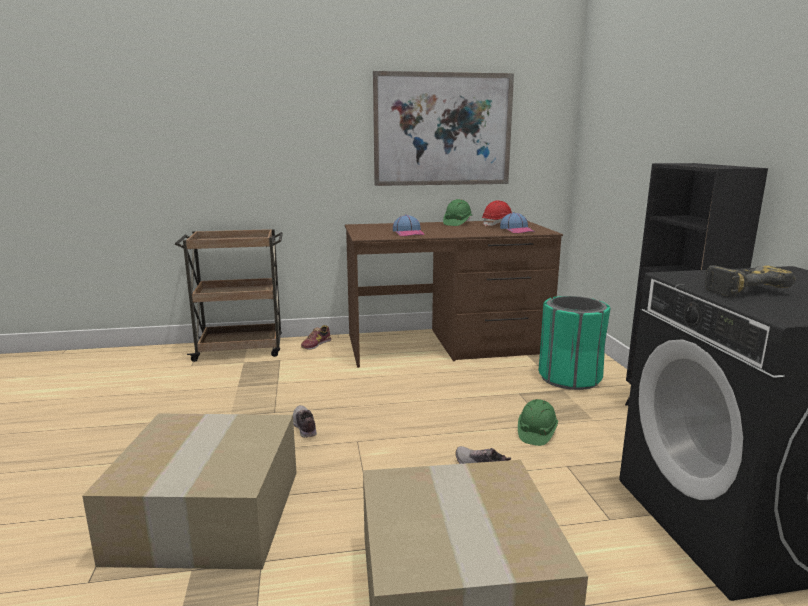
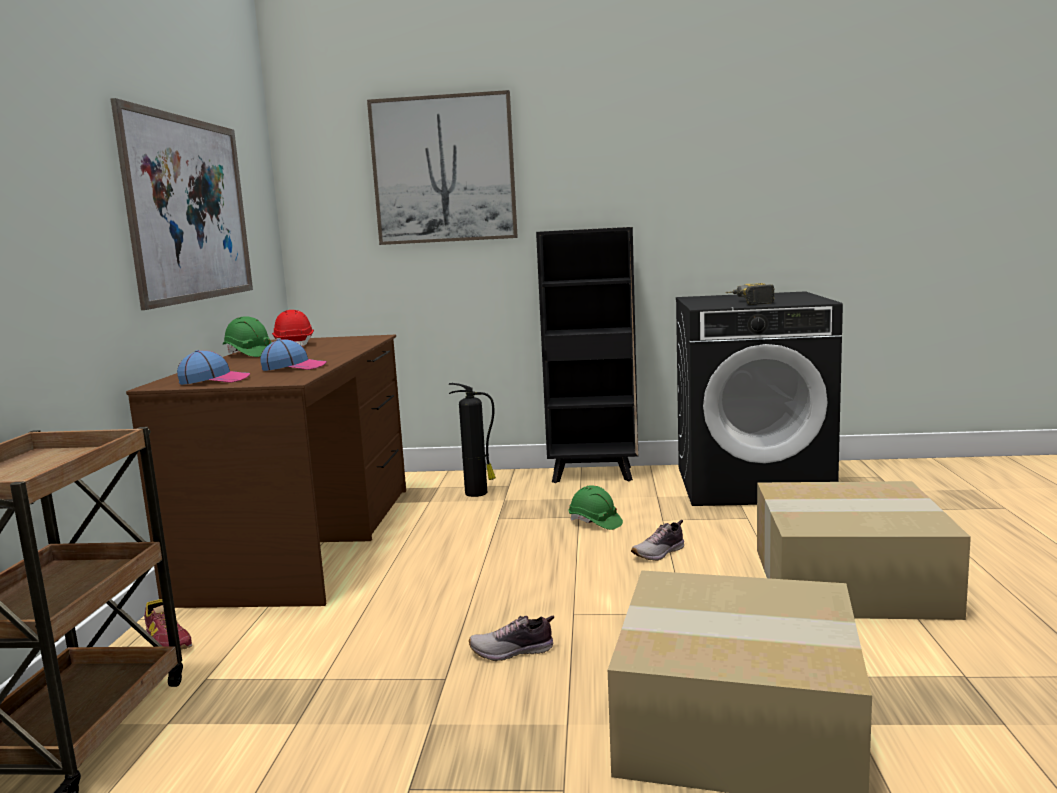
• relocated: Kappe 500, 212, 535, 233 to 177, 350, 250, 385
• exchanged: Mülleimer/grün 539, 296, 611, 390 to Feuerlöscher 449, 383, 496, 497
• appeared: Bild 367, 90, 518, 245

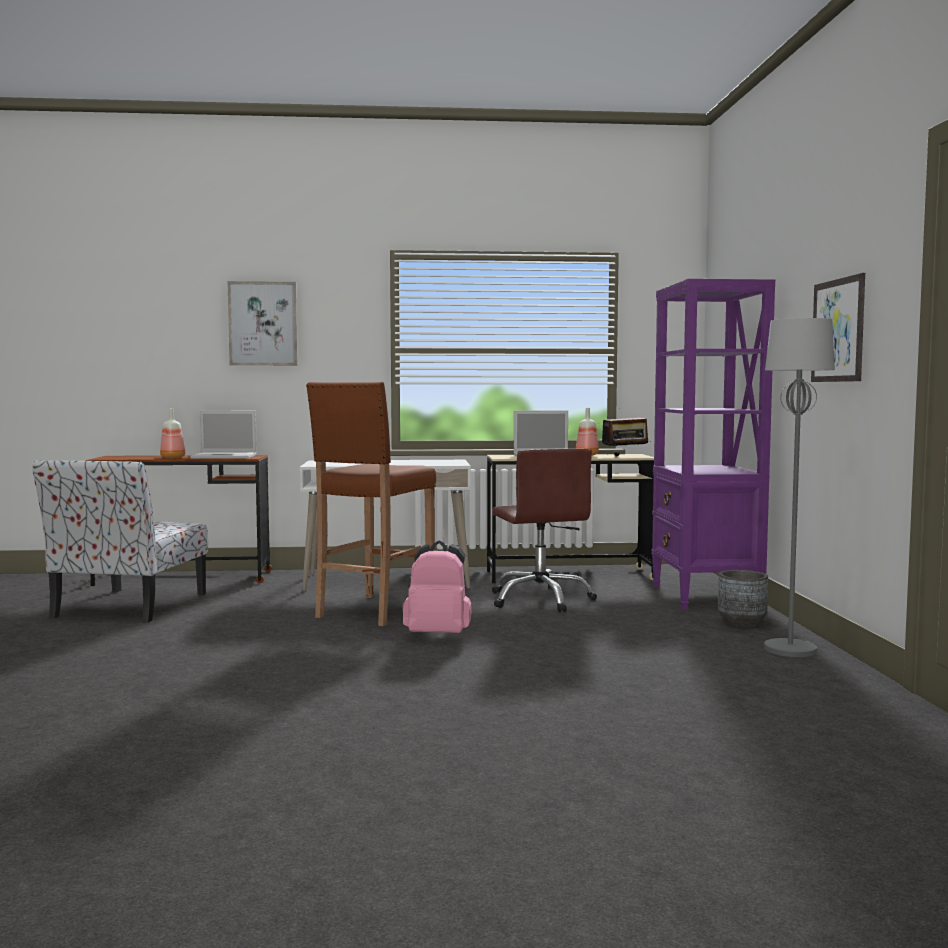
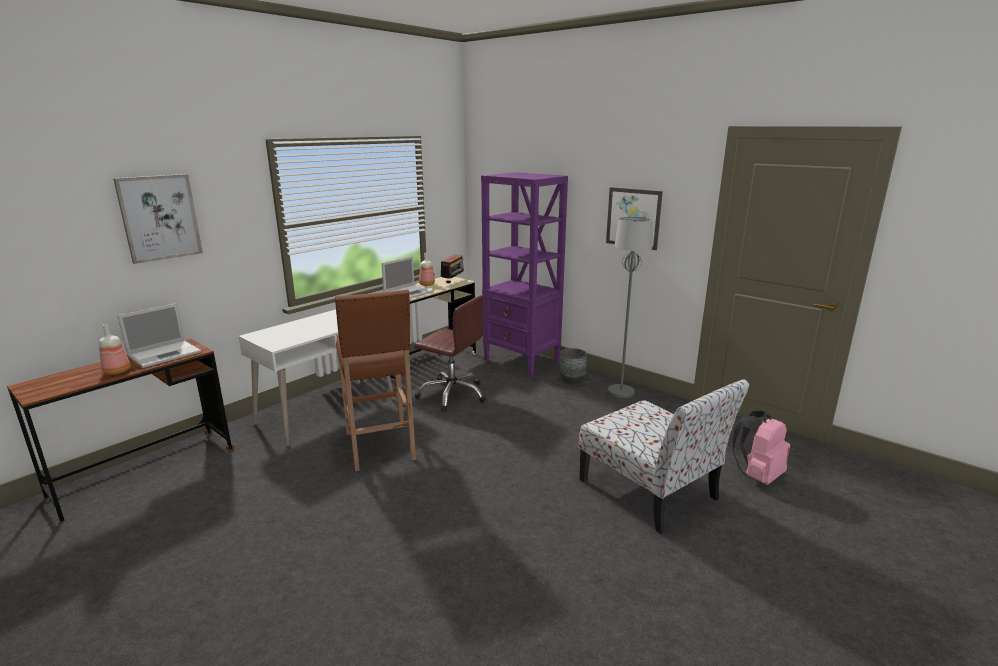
• relocated: Stuhl 32, 461, 208, 622 to 579, 379, 749, 535
• relocated: Rucksack/rosa 403, 541, 471, 633 to 732, 410, 790, 485

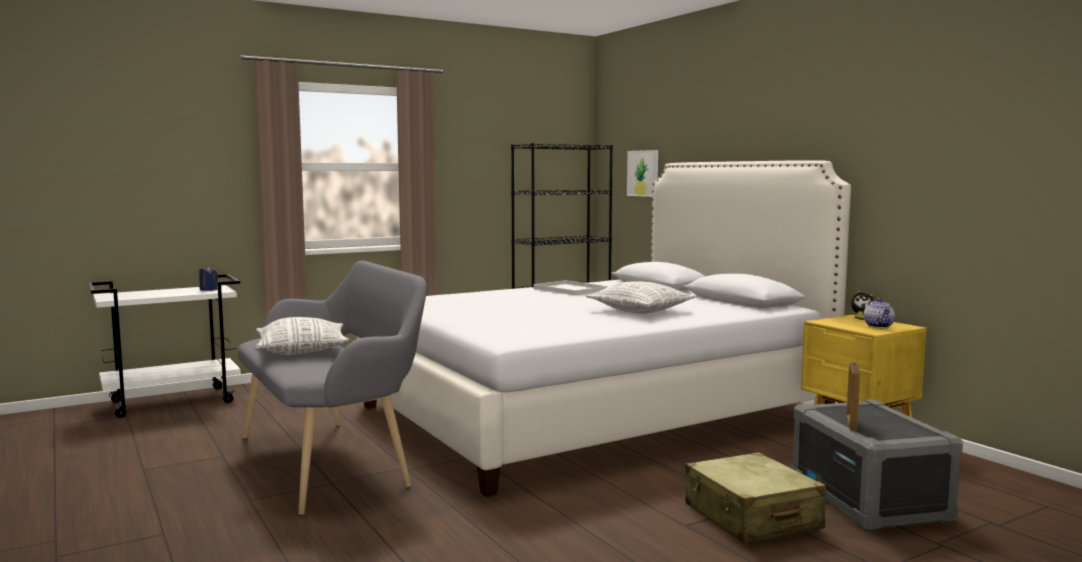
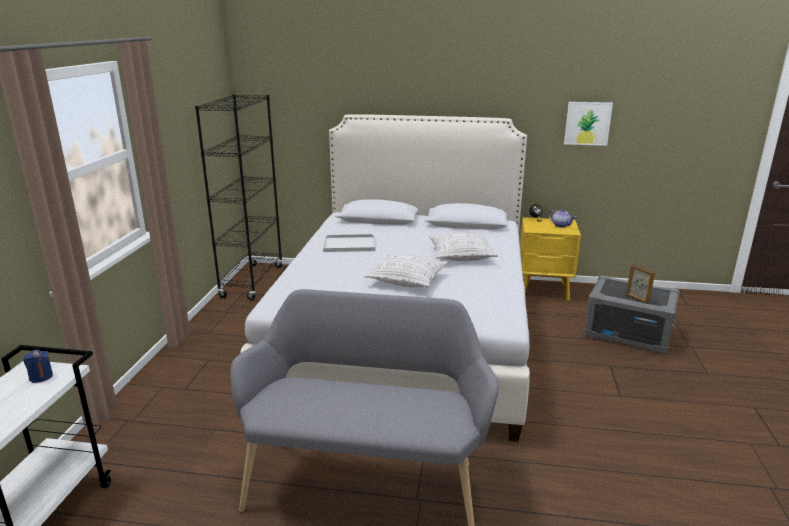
• relocated: Kissen 255, 317, 349, 355 to 364, 253, 448, 288
• relocated: Bild 627, 150, 658, 197 to 564, 102, 613, 146
• missing: Koffer/beige 685, 452, 826, 543

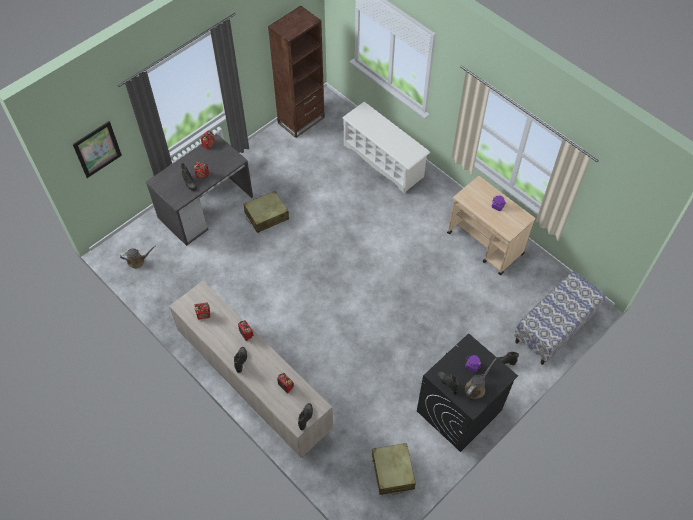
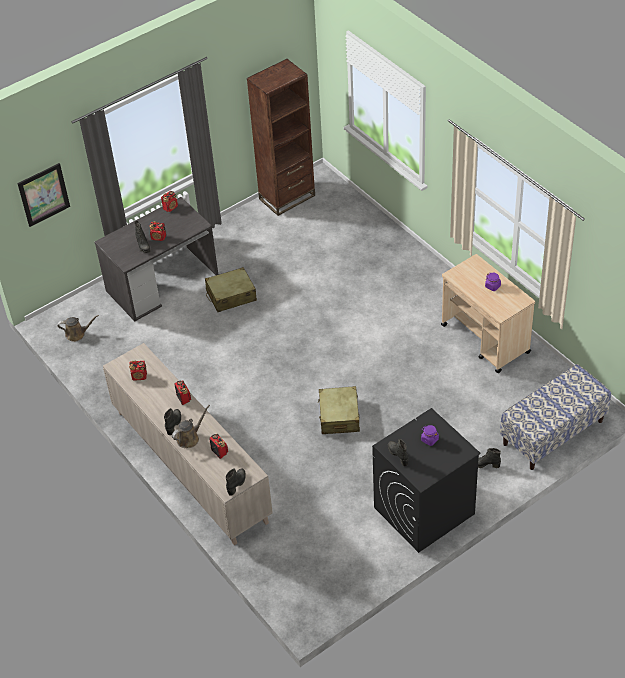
• missing: Schuhregal/weiß 342, 102, 430, 194
• relocated: Koffer/beige 372, 443, 416, 495 to 318, 386, 360, 434
• relocated: Gießkanne/braun 465, 358, 496, 399 to 172, 405, 210, 448

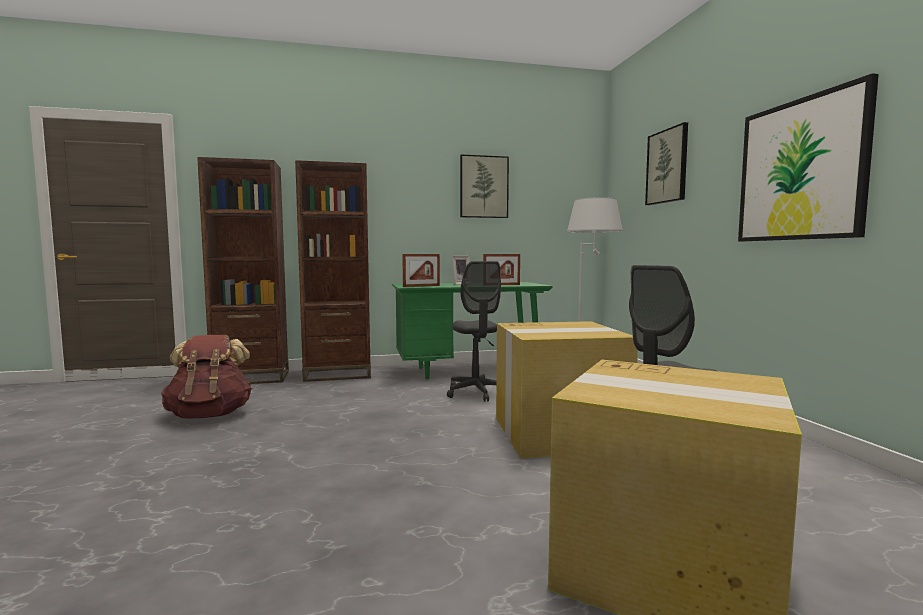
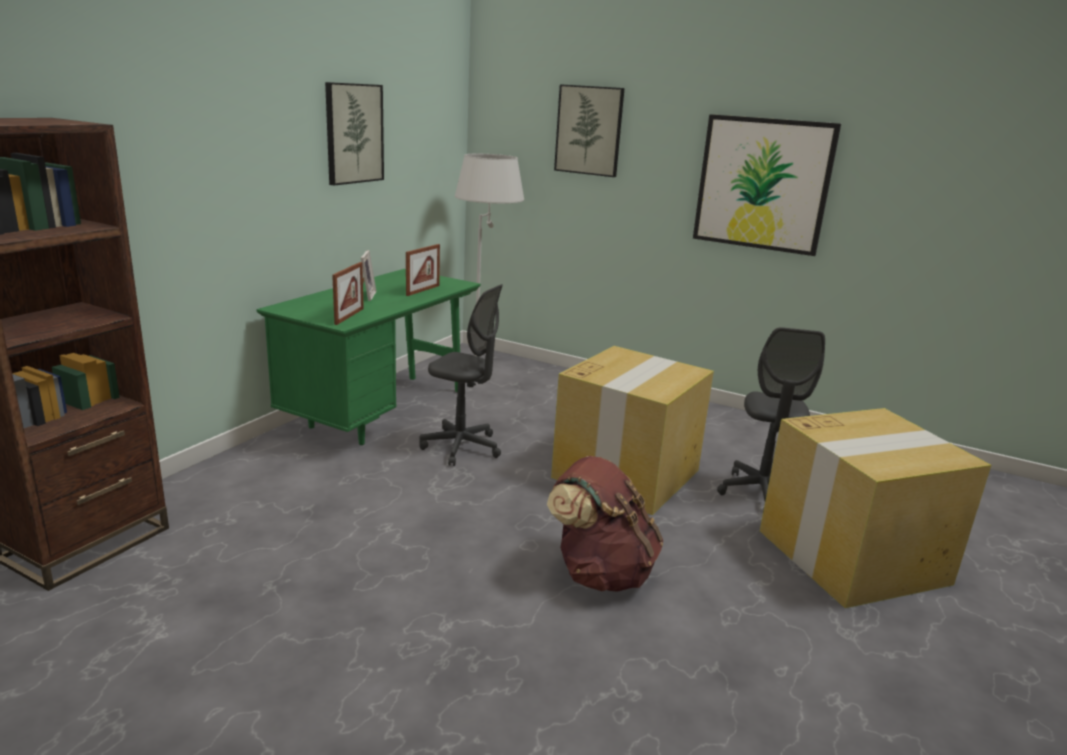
• relocated: Rucksack/braun 161, 335, 253, 419 to 547, 456, 663, 592
• missing: Bücherregal/braun 295, 160, 371, 382

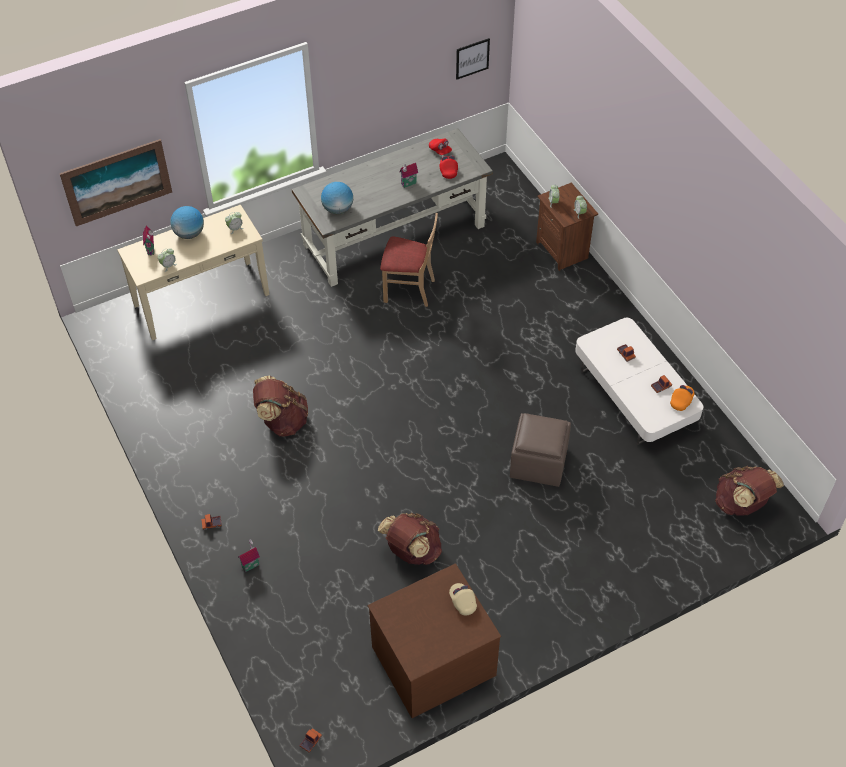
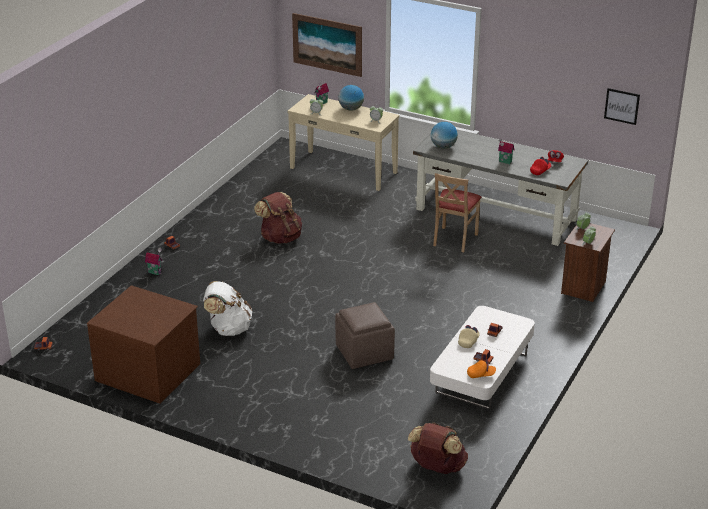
• colour: Rucksack/braun 378, 513, 442, 565 to Rucksack/weiß 203, 281, 252, 336
• spun: Stuhl/beige 380, 213, 438, 307 = 433, 173, 481, 252 45 degrees clockwise
• relocated: Kappe/beige 449, 583, 477, 616 to 458, 325, 480, 348

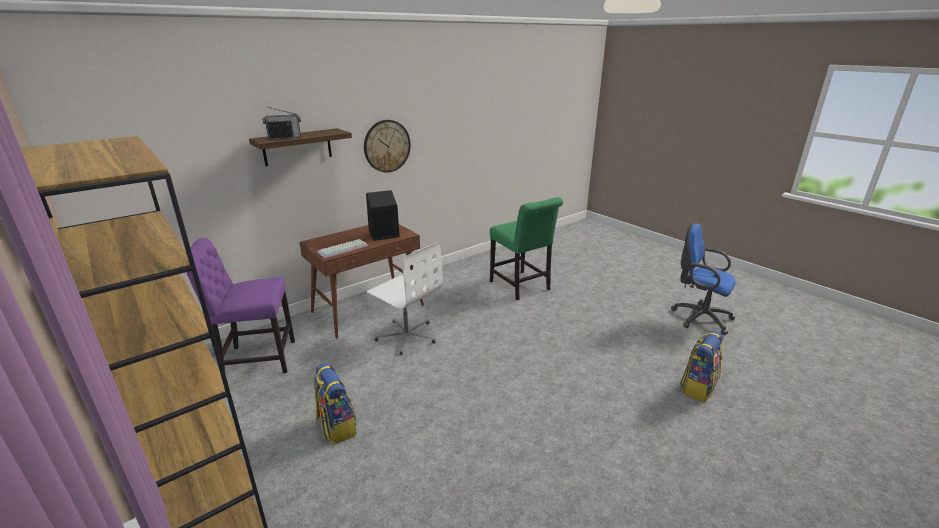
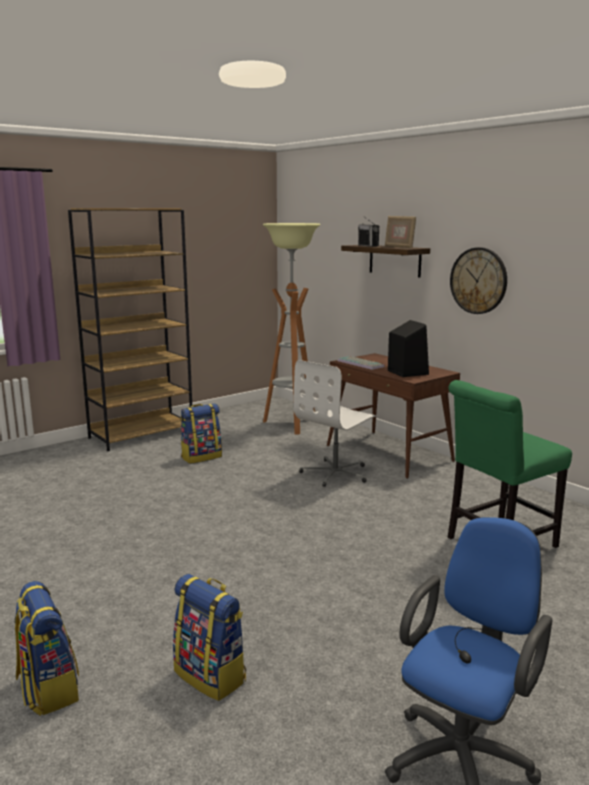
• exchanged: Stuhl/lila 186, 238, 295, 373 to Stehlampe 263, 223, 320, 435
• appeared: Rucksack 15, 581, 79, 716
• appeared: Bilderrahmen 385, 216, 416, 248

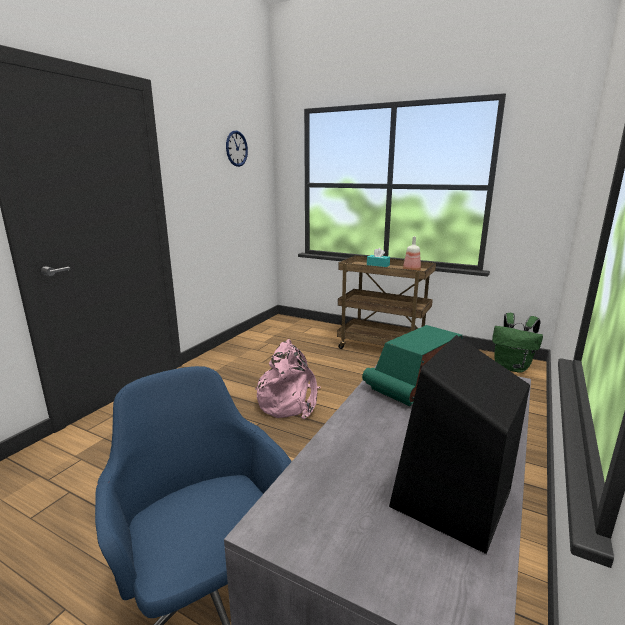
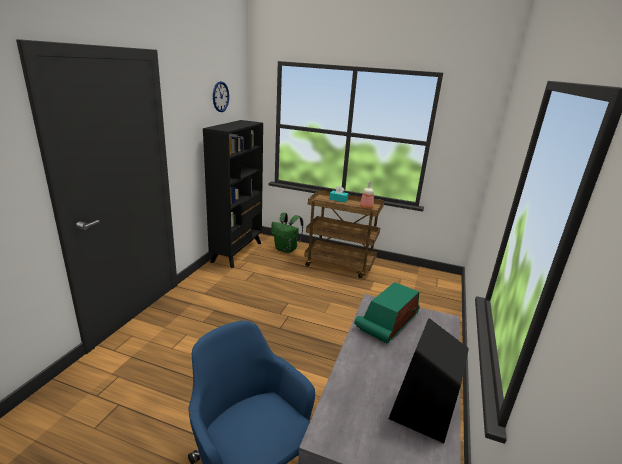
• missing: Rucksack/rosa 255, 339, 320, 419
• relocated: Rucksack/grün 492, 313, 543, 373 to 271, 213, 303, 253
• appeared: Bücherregal/schwarz 203, 120, 263, 268

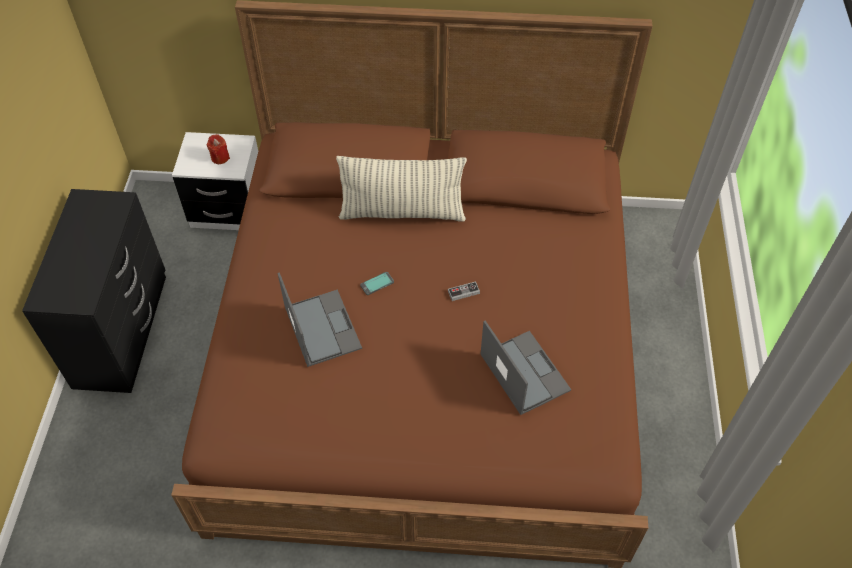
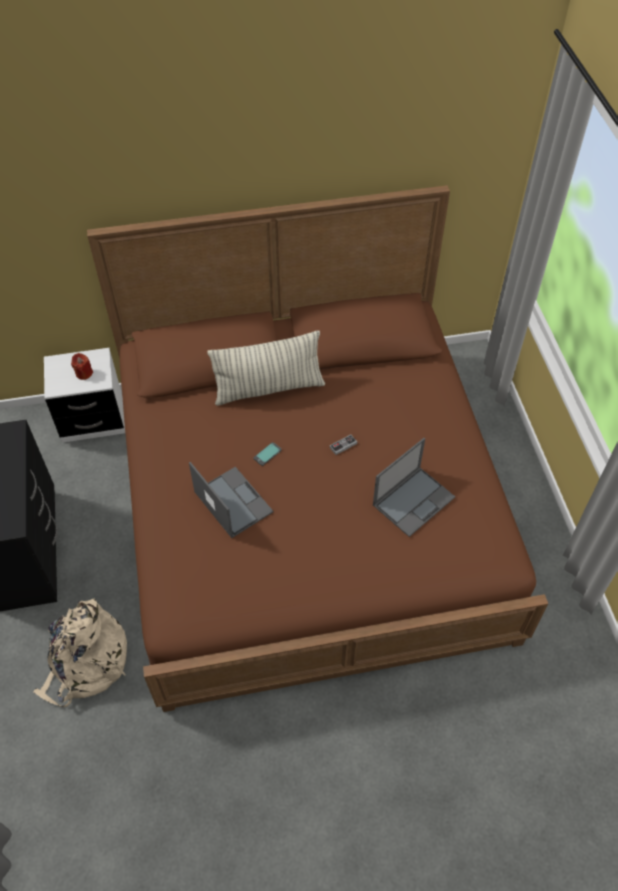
• spun: Laptop 480, 320, 571, 415 = 373, 438, 455, 537 90 degrees clockwise
• appeared: Rucksack/beige 33, 598, 127, 707

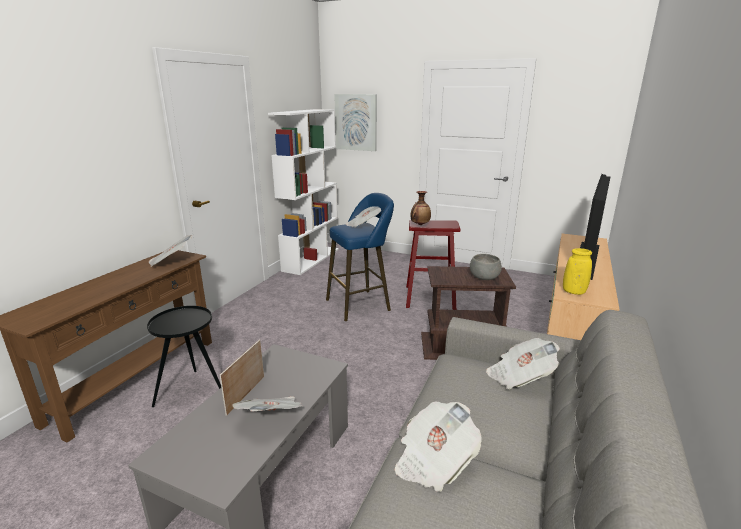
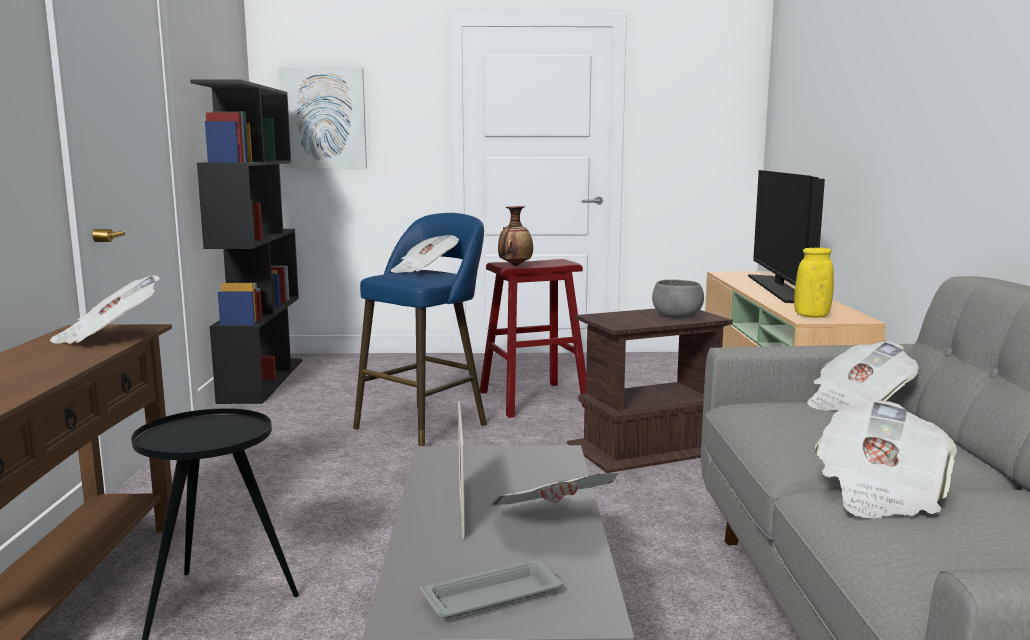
• colour: Bücherregal/weiß 268, 109, 339, 275 to Bücherregal/schwarz 190, 79, 302, 404
• appeared: Tablett/grau 420, 560, 562, 620

